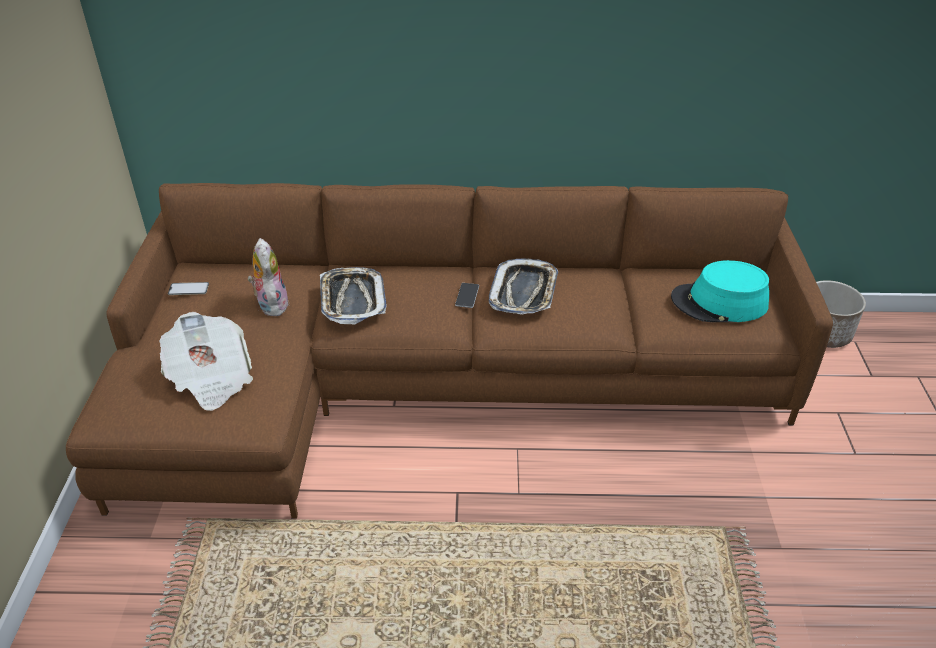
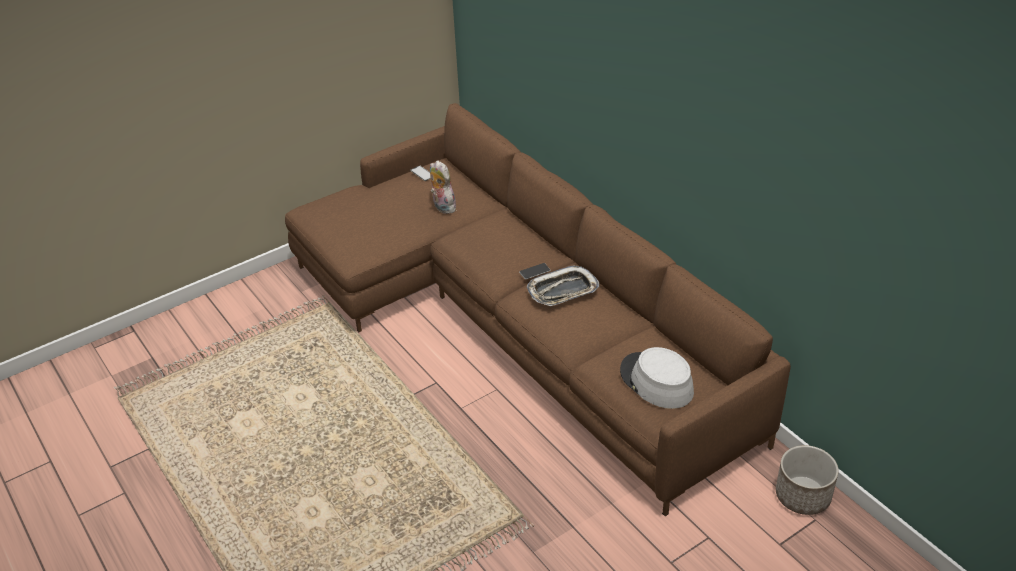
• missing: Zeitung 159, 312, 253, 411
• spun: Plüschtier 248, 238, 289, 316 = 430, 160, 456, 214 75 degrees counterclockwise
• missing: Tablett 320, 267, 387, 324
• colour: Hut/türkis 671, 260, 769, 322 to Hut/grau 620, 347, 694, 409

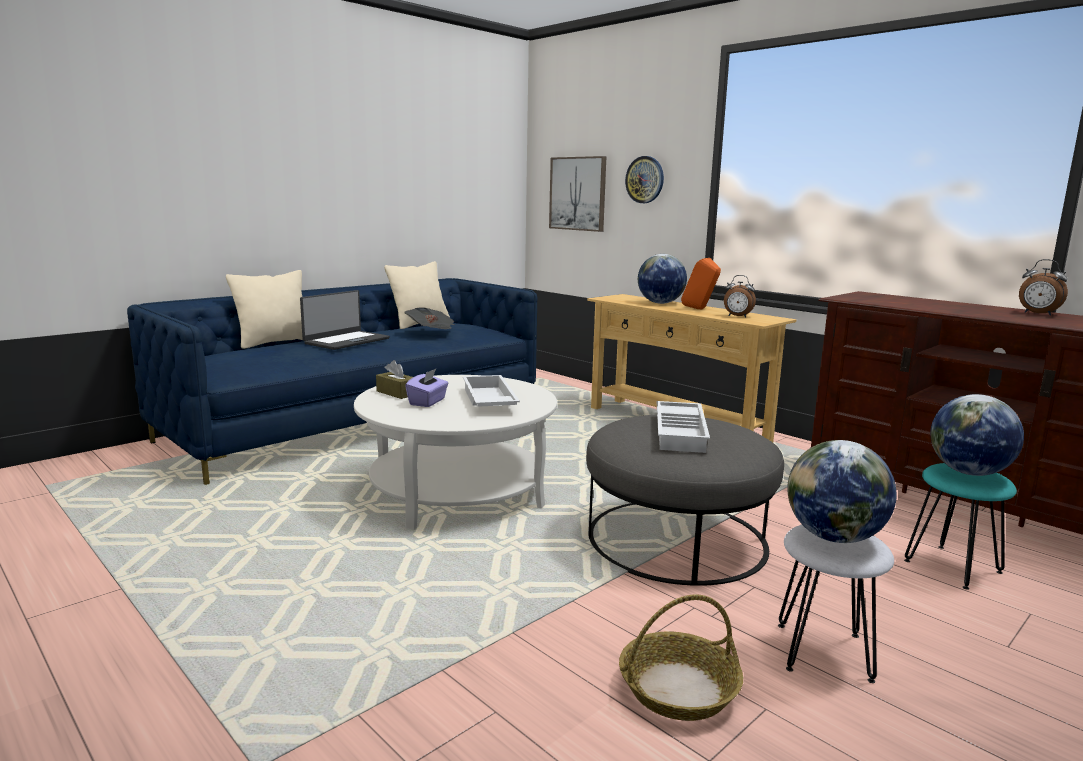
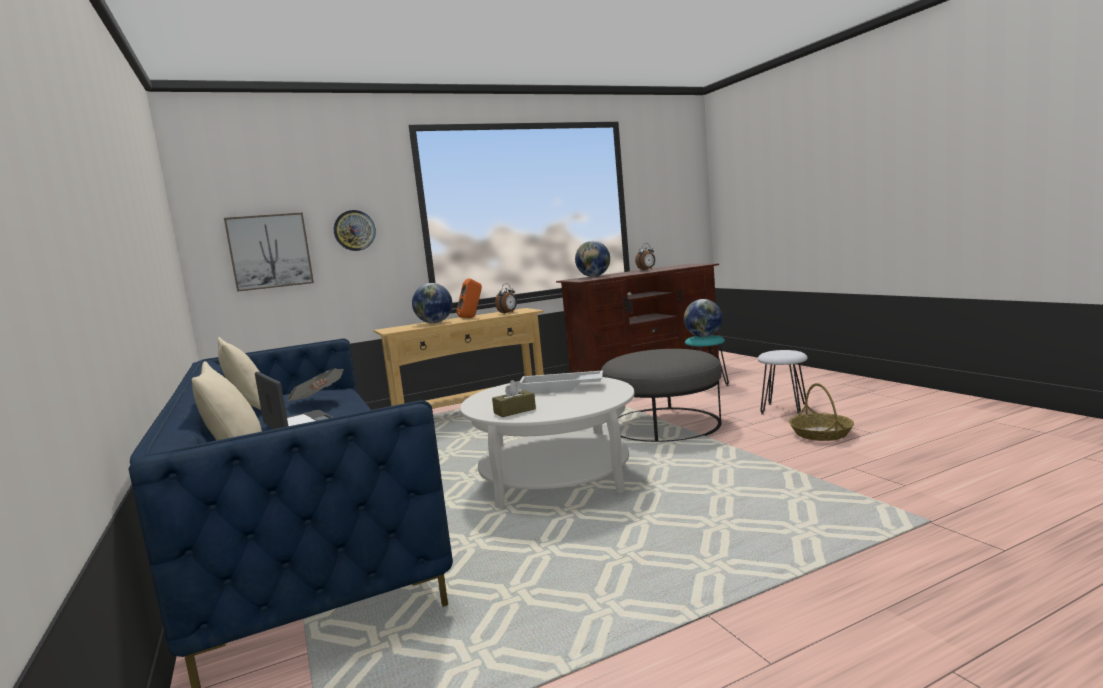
• missing: Taschentuchbox/lila 405, 369, 449, 407
• missing: Tablett/weiß 657, 401, 710, 453
• relocated: Globus 787, 440, 897, 543 to 575, 241, 610, 277

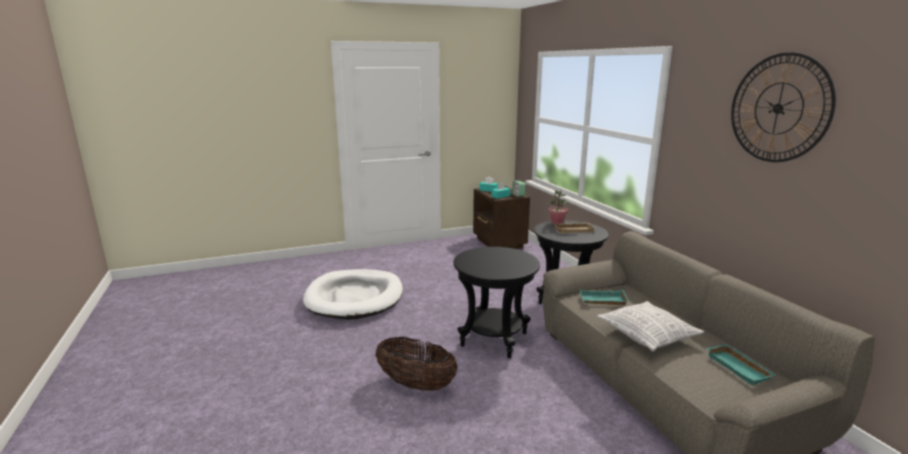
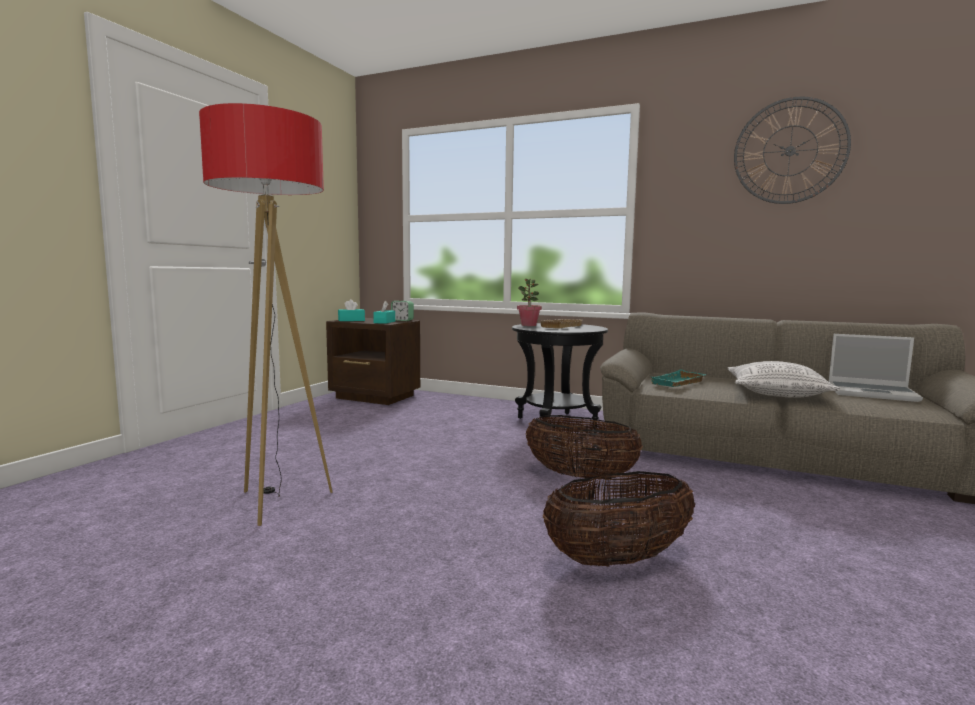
• exchanged: Hundebett/weiß 303, 269, 403, 320 to Stehlampe 199, 103, 332, 526
• exchanged: Beistelltisch/schwarz 453, 247, 540, 359 to Korb 526, 415, 643, 480
• exchanged: Tablett/türkis 706, 344, 777, 386 to Laptop 829, 334, 923, 402

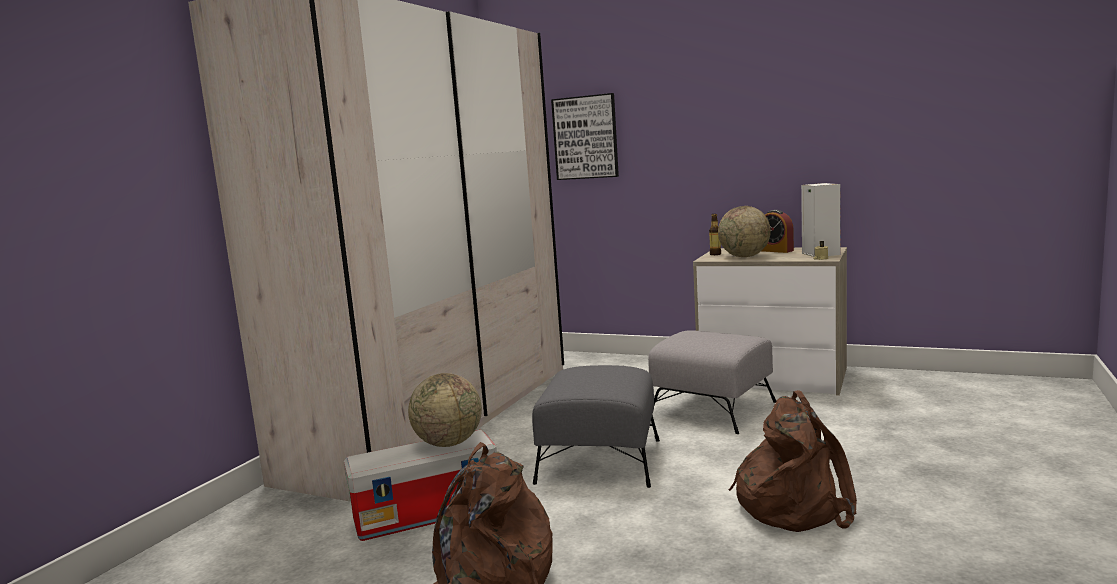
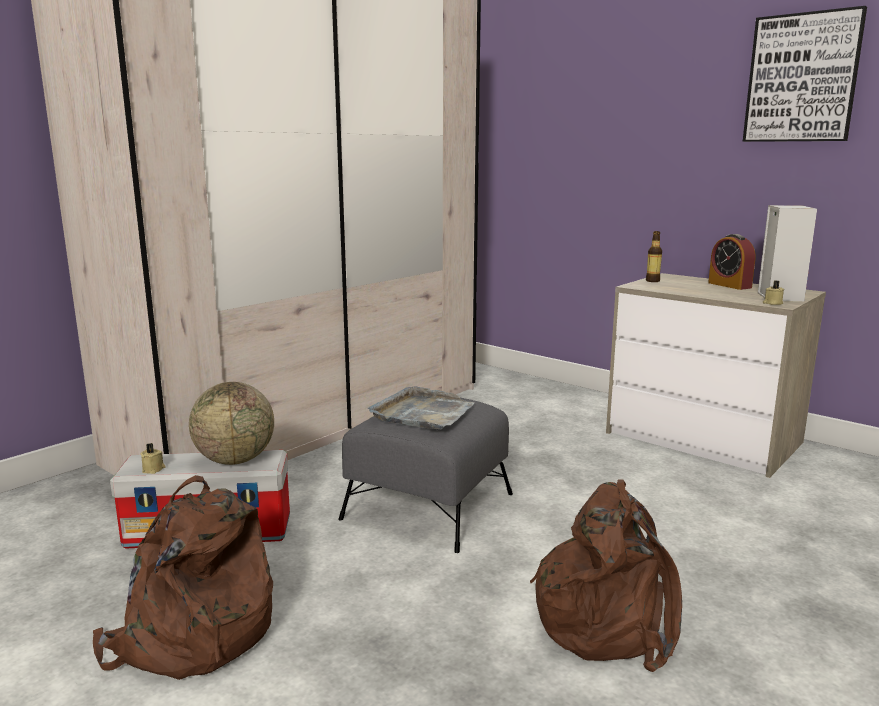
• relocated: Bild 551, 93, 619, 180 to 743, 6, 867, 142
• missing: Polsterhocker/grau 648, 330, 776, 434
• missing: Globus 718, 206, 771, 257
• appeared: Kerze/beige 141, 443, 166, 474
• appeared: Tablett/grau 368, 386, 474, 429

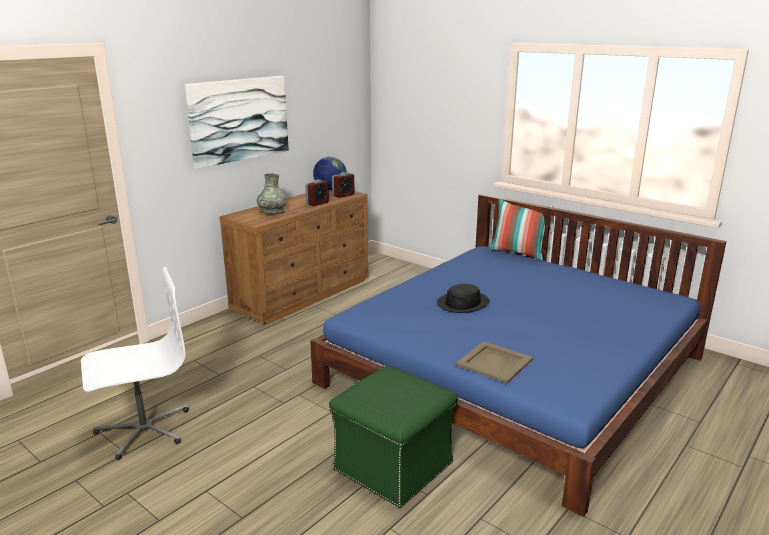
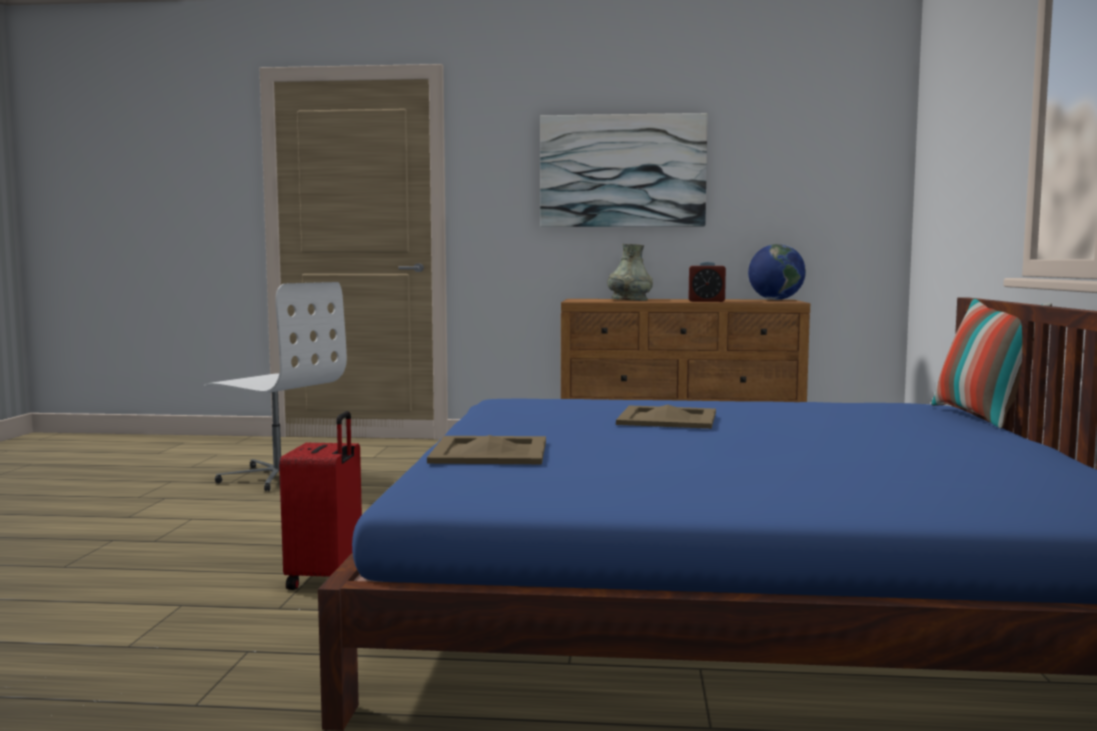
• exchanged: Polsterhocker/grün 329, 366, 458, 508 to Koffer/rot 279, 411, 362, 590
• missing: Wecker 332, 172, 354, 198
• exchanged: Hut/schwarz 437, 284, 489, 313 to Tablett/beige 616, 405, 716, 429

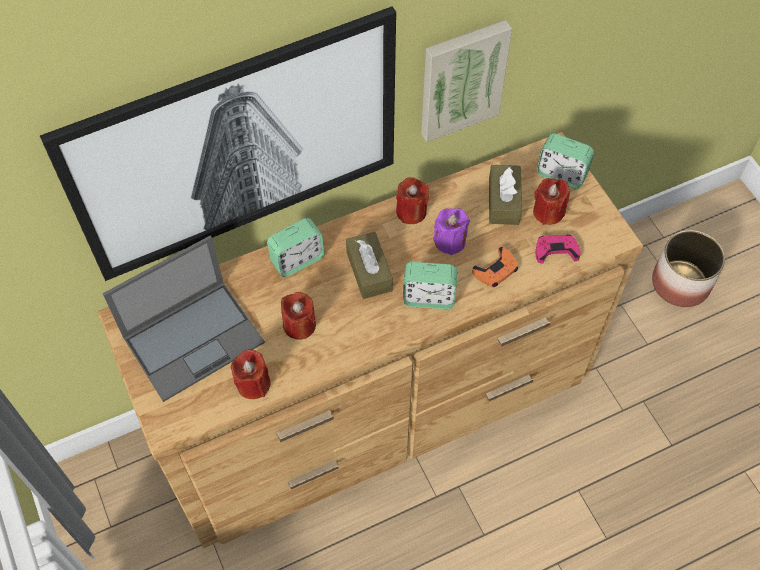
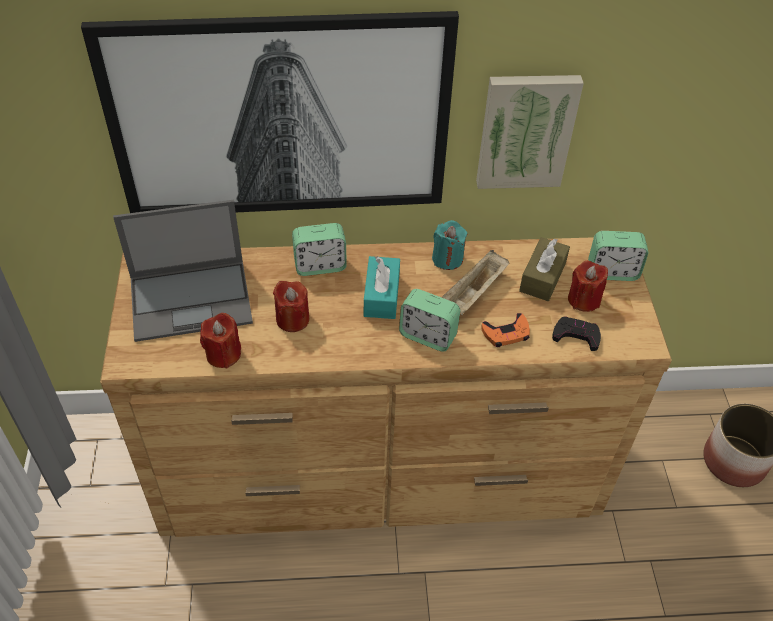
• colour: Taschentuchbox/braun 346, 232, 393, 299 to Taschentuchbox/türkis 364, 256, 400, 319
• colour: Kerze/rot 396, 177, 429, 224 to Kerze/türkis 432, 220, 467, 270
• exchanged: Kerze/lila 433, 208, 470, 255 to Tablett/beige 441, 250, 509, 315
• colour: Gamepad/rosa 535, 234, 581, 264 to Gamepad/schwarz 552, 316, 601, 351
• spun: Wecker 537, 134, 594, 189 = 588, 231, 648, 281 45 degrees counterclockwise

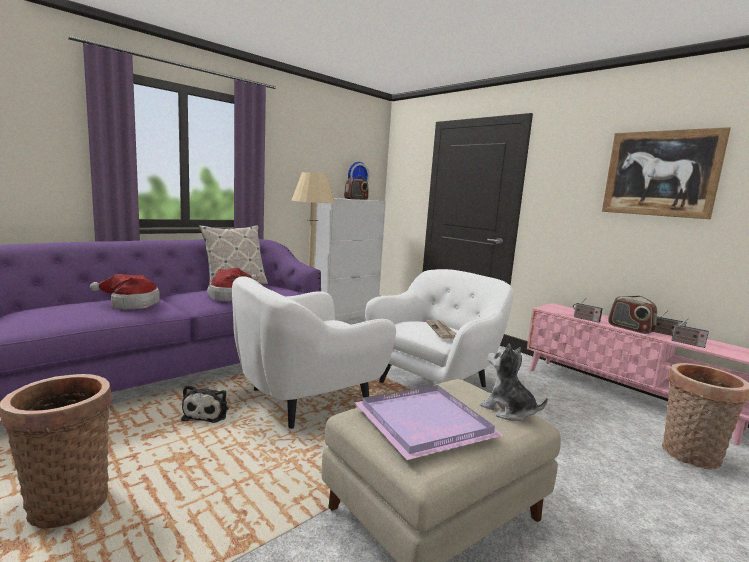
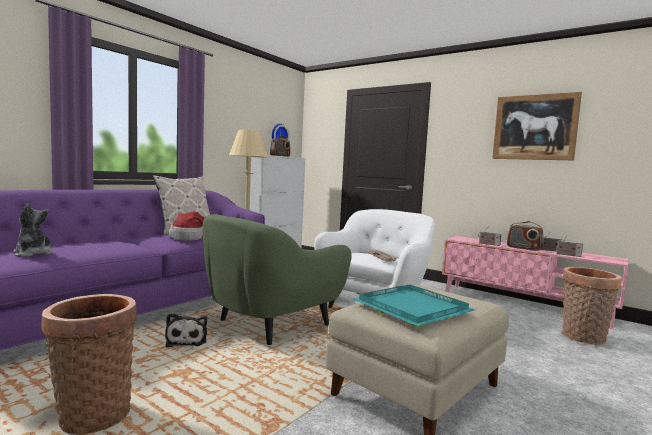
• missing: Hut 90, 274, 160, 309
• colour: Sessel/weiß 232, 276, 396, 429 to Sessel/grün 203, 214, 352, 345
• colour: Tablett/lila 354, 385, 504, 460 to Tablett/türkis 353, 284, 475, 327
• relocated: Plüschtier 480, 344, 548, 421 to 13, 203, 53, 257

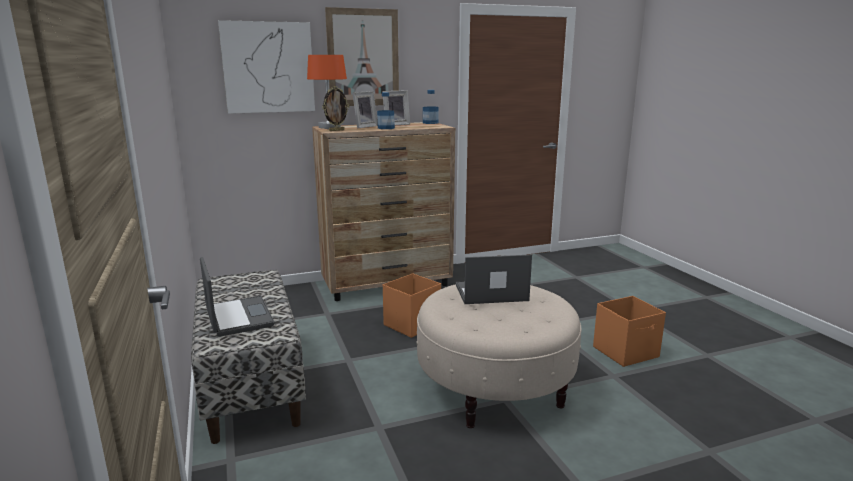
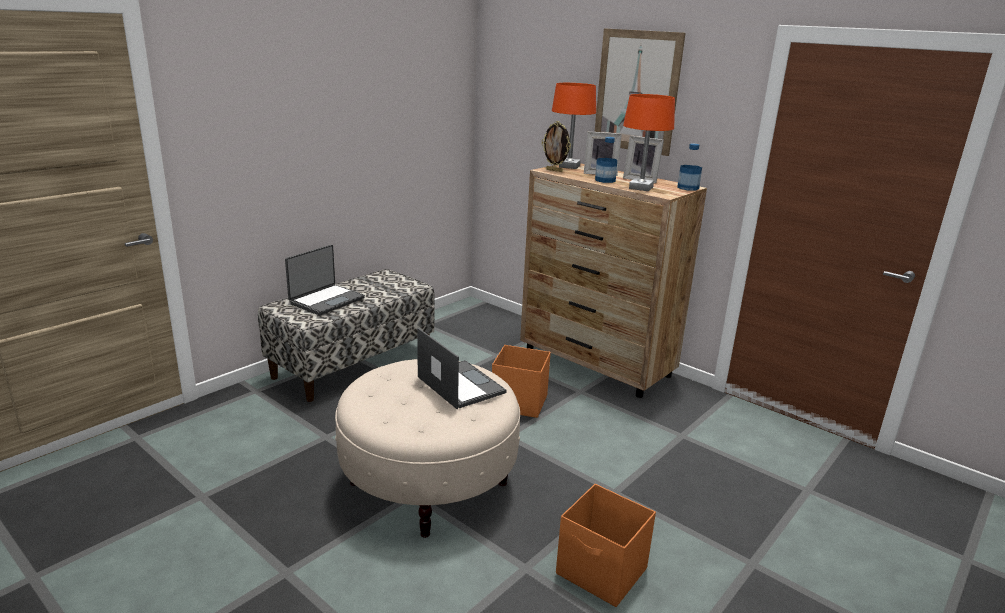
• missing: Bild 218, 20, 315, 114
• appeared: Tischlampe/orange 623, 94, 675, 191

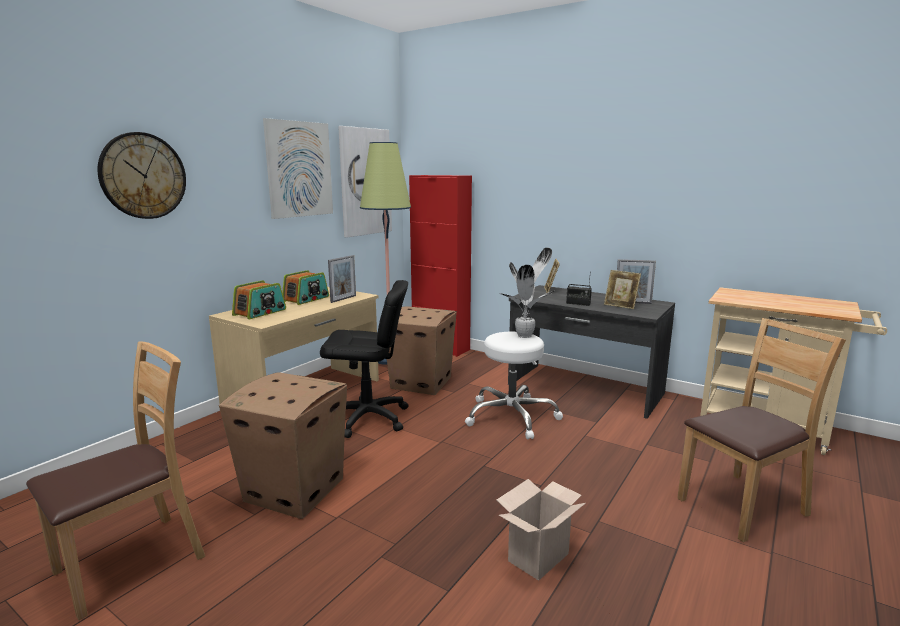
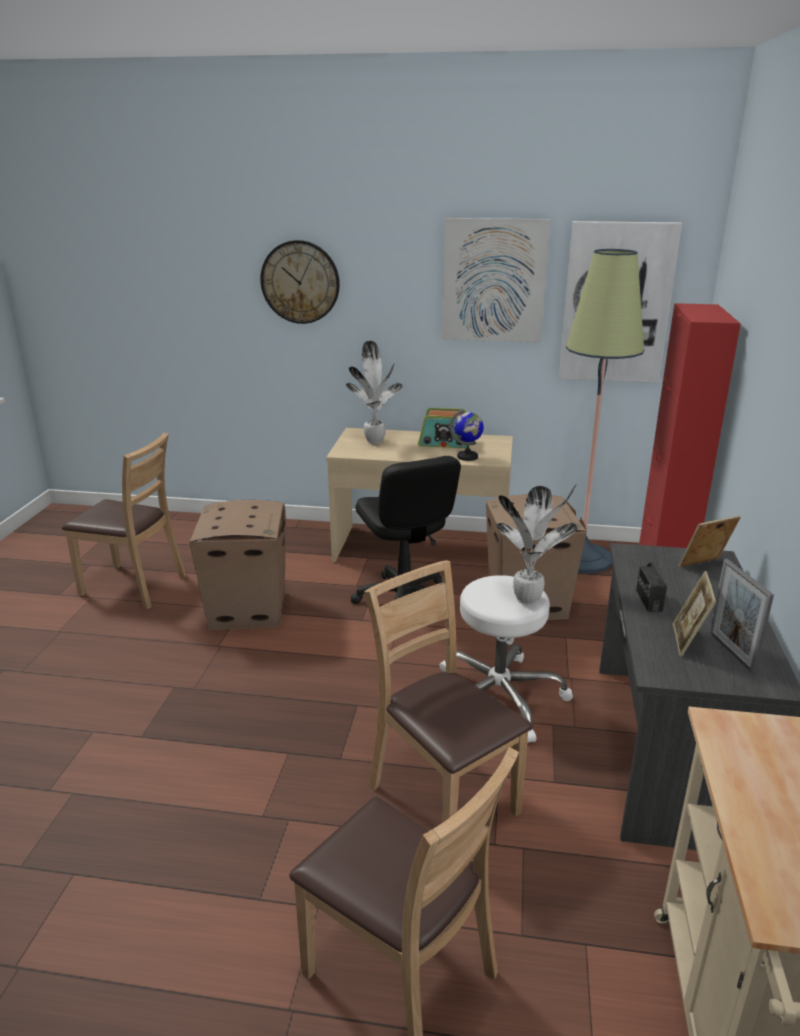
• exchanged: Radio 232, 280, 286, 319 to Topfpflanze 346, 341, 403, 444
• exchanged: Bilderrahmen 328, 255, 356, 303 to Globus 449, 409, 484, 461
• missing: Karton 497, 479, 586, 581
• appeared: Stuhl/braun 364, 560, 532, 822

